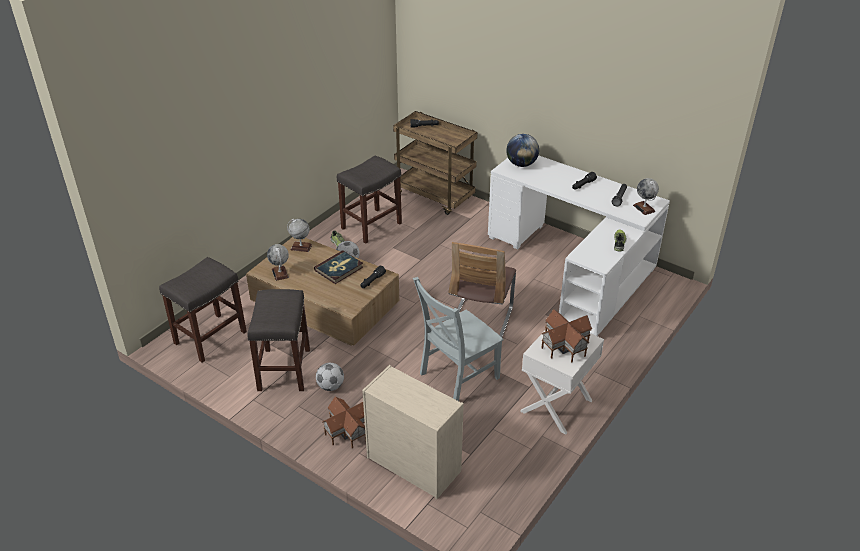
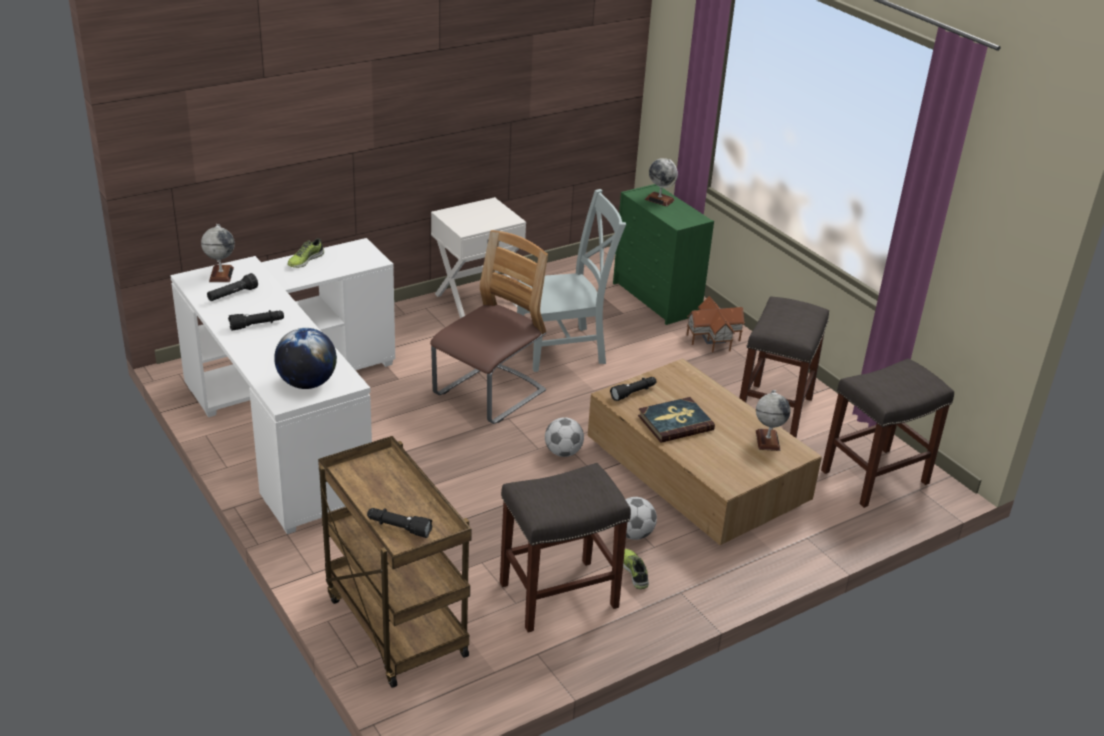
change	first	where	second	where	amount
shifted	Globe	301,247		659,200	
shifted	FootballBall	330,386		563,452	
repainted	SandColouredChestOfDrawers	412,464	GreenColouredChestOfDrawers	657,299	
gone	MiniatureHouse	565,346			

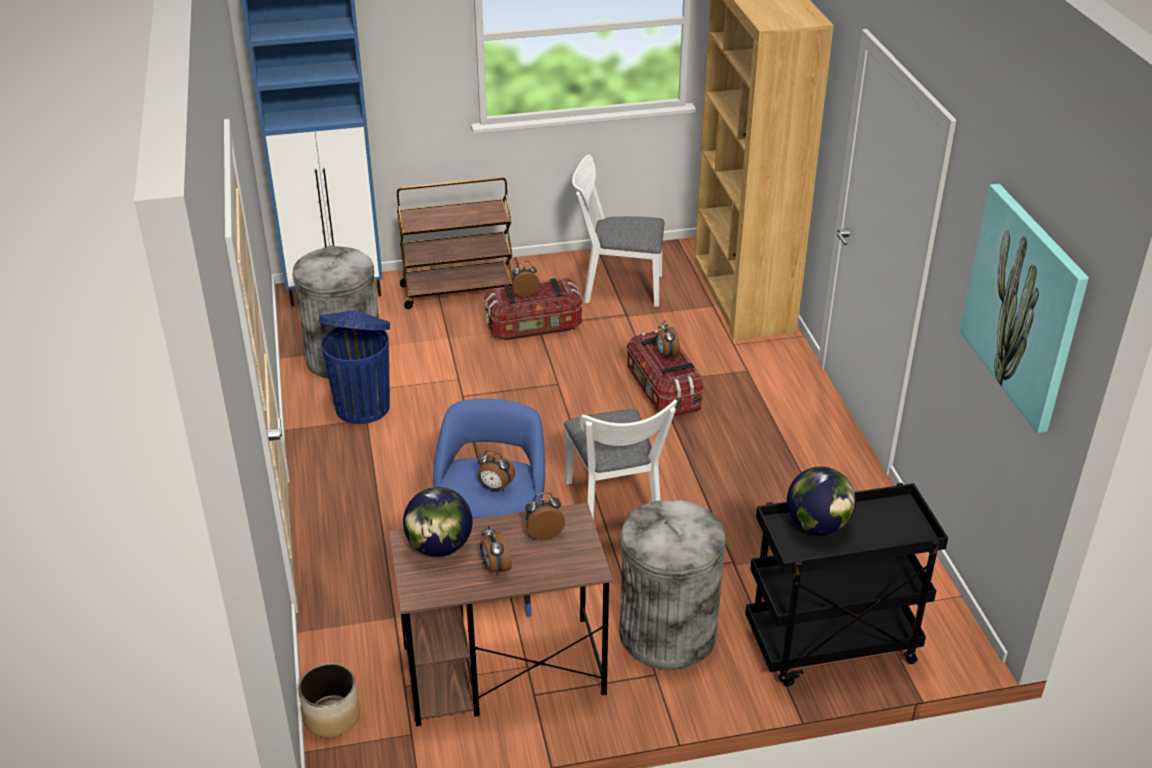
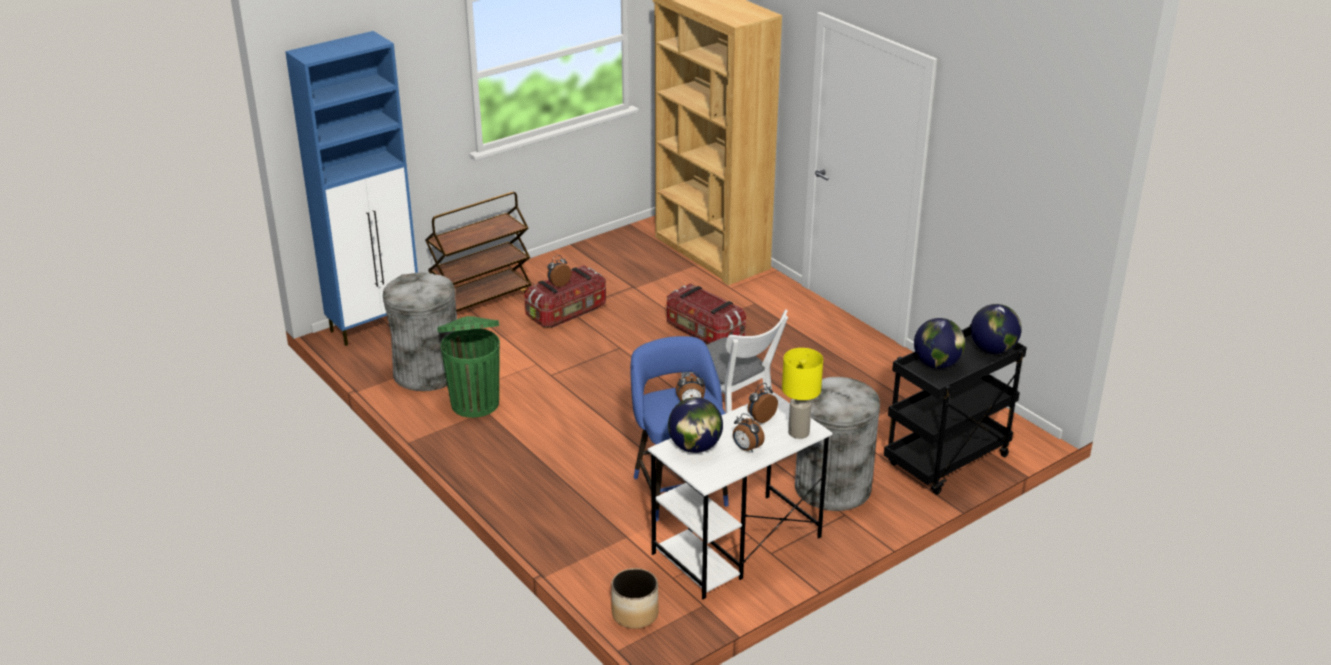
change	first	where	second	where	amount
repainted	BluishWasteBin	363,406	GreenColouredWasteBin	475,402	
repainted	BrownishDeskUnit	502,671	WhitishDeskUnit	736,546	
gone	WhitishUprightChair	616,287			
gone	TableClock	666,354			
gone	WallPicture	1024,306			
new			YellowLampForATable	798,432	
new			Globe	993,349	

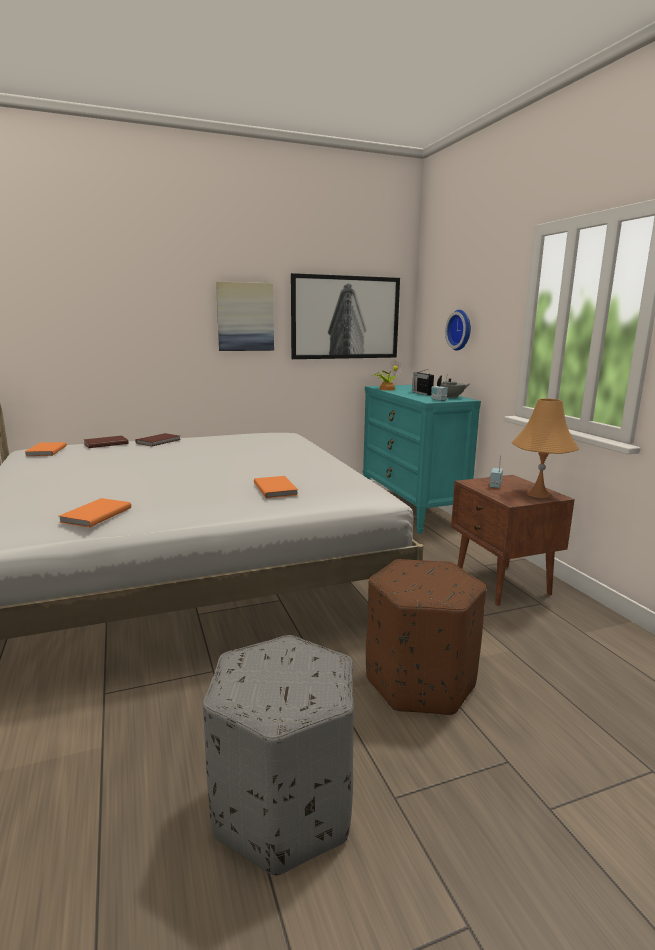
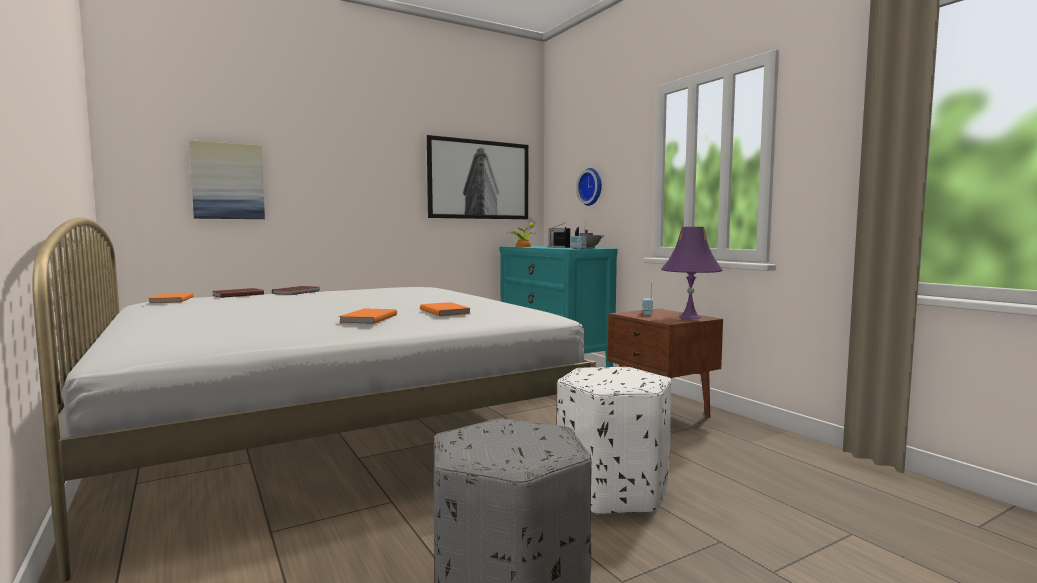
change	first	where	second	where	amount
shifted	OrangeVolume	94,515		367,319	
shifted	WallPicture	245,317		228,181	
repainted	BrownishOttoman	421,682	WhitishOttoman	613,490	
repainted	OrangeLampForATable	538,494	PurpleLampForATable	690,317	

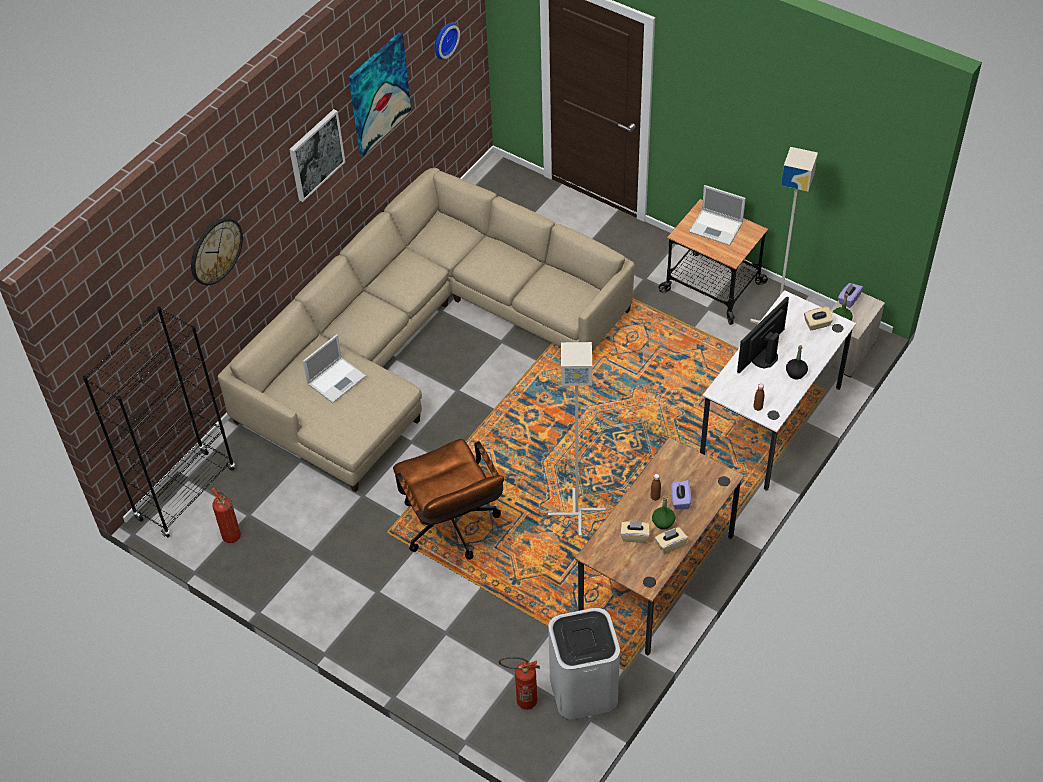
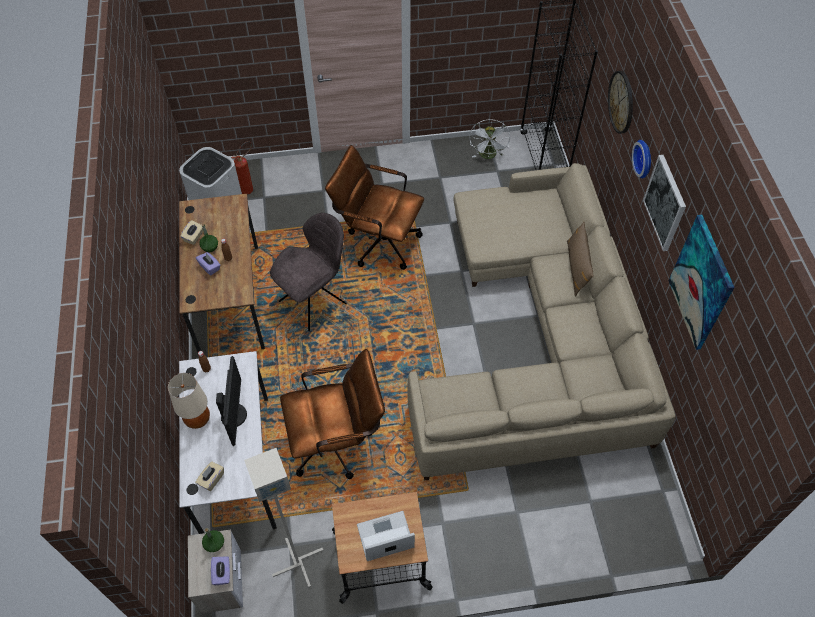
change	first	where	second	where	amount
swapped	Extinguisher	234,538	WhitishFan	488,156	
gone	NotebookComputer	337,379			
shifted	HangingClock	444,39		644,158	
swapped	GreyStandardLamp	576,513	GreyUprightChair	315,301	
gone	SandColouredBoxOfTissues	634,536			
swapped	BlackishBeverageBottle	795,373	SandColouredLampForATable	198,419	
new			BrownishComputerChair	337,442	
new			BrownishPillow	577,268	

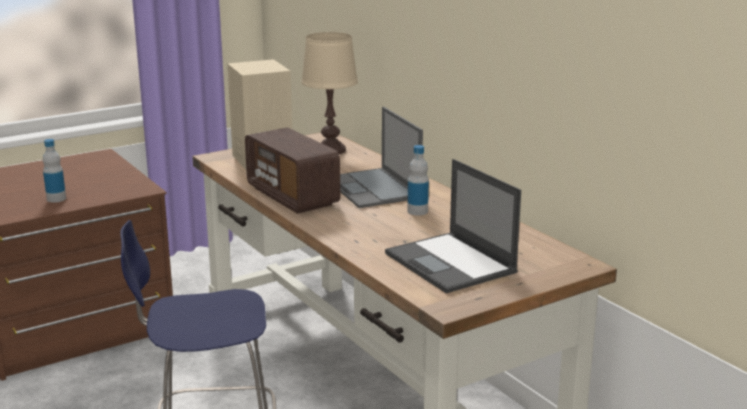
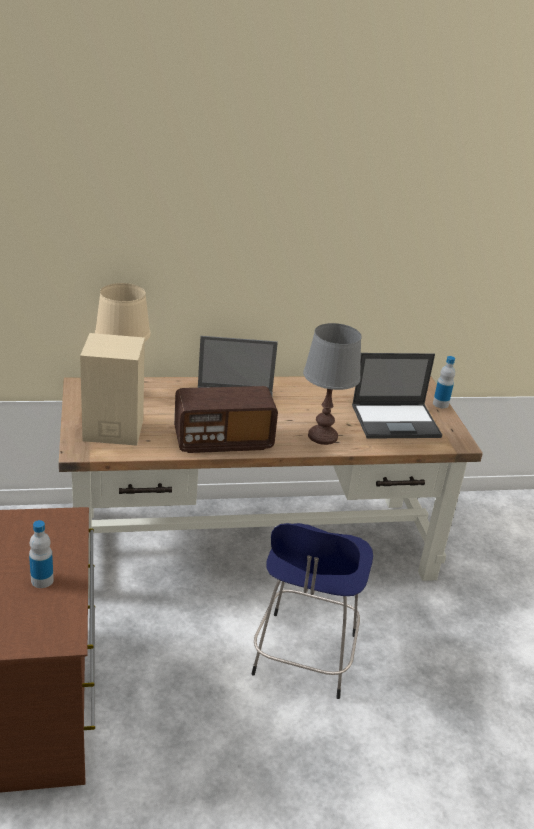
change	first	where	second	where	amount
shifted	BeverageBottle	417,211		440,404	
new			GreyLampForATable	322,436	

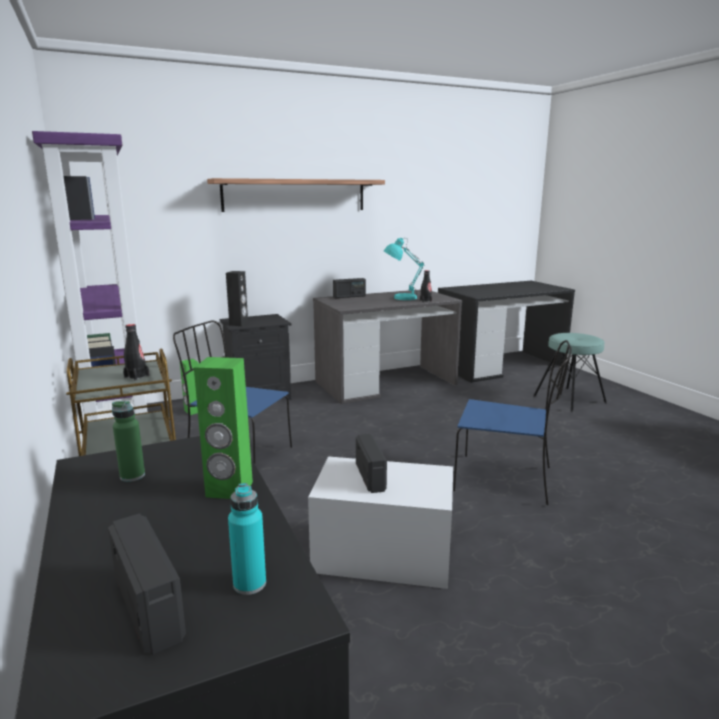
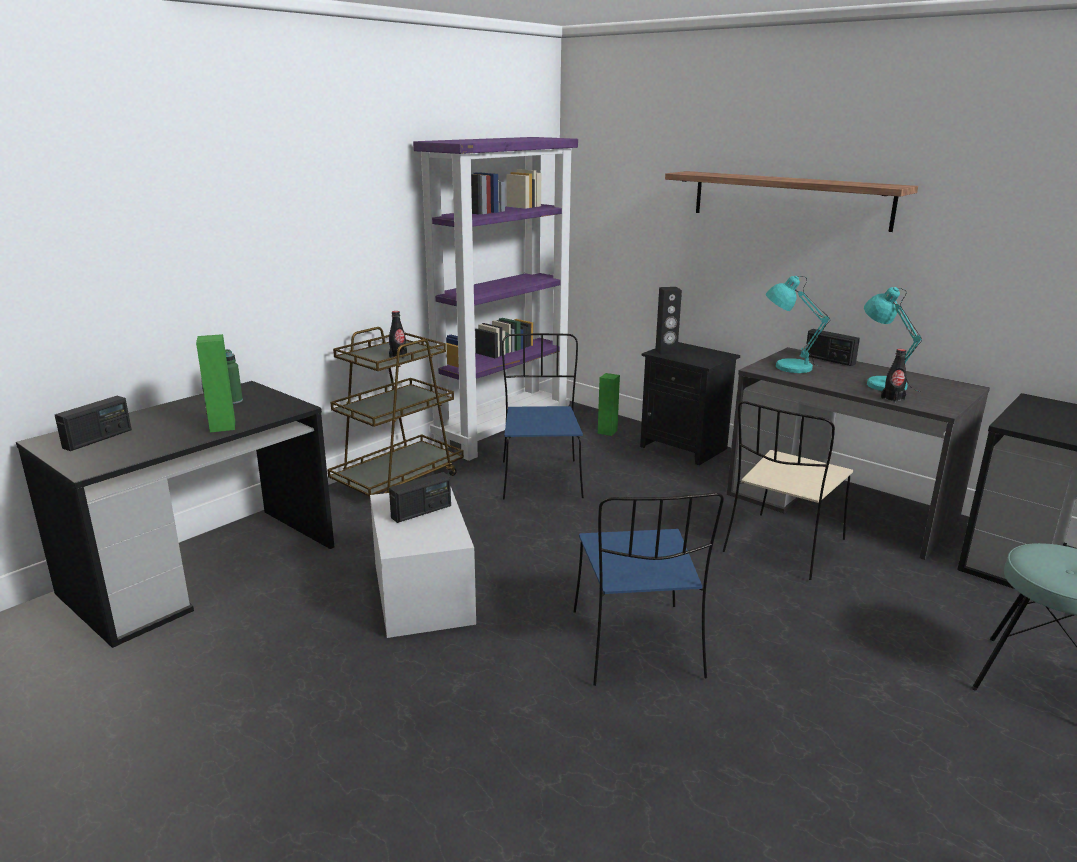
change	first	where	second	where	amount
gone	BlueGreenBeverageBottle	249,584			
new			SandColouredUprightChair	783,547	
new			BlueGreenLampForATable	788,367	

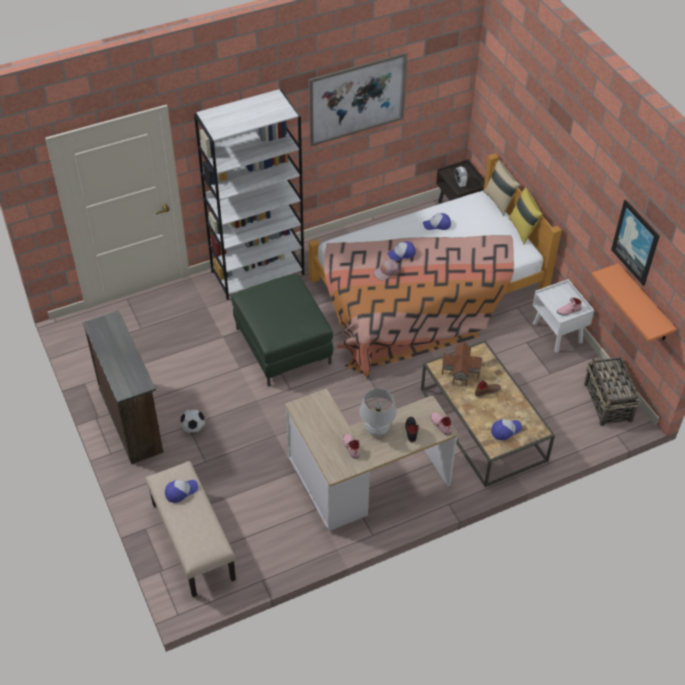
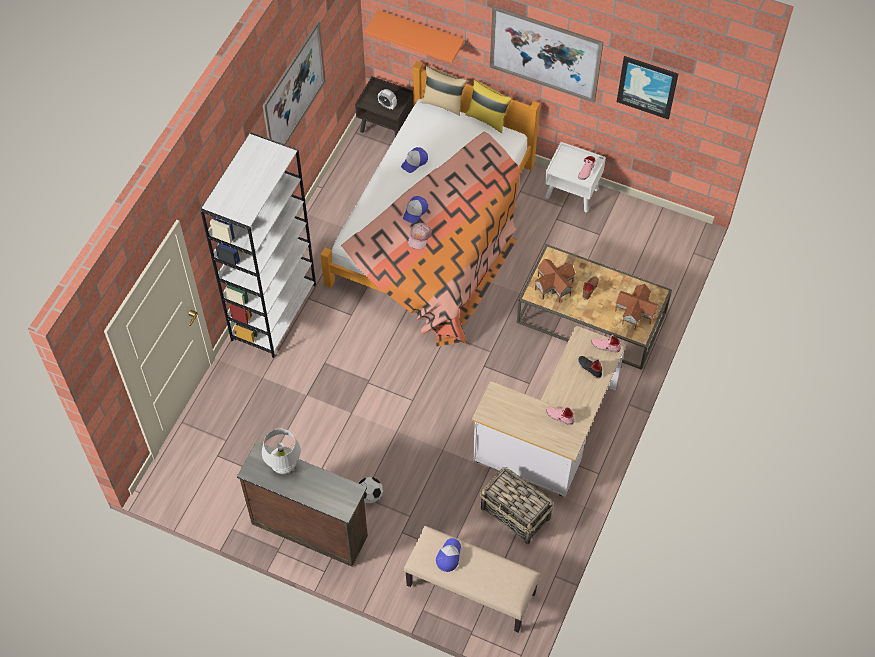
change	first	where	second	where	amount
gone	GreenColouredOttoman	283,346			
shifted	WhitishLampForATable	376,430		283,465	
swapped	Cap	505,430	MiniatureHouse	634,312	
shifted	Basket	608,403		515,514	
shifted	OrangeWallShelf	644,304		421,33	
new			WallPicture	545,54	

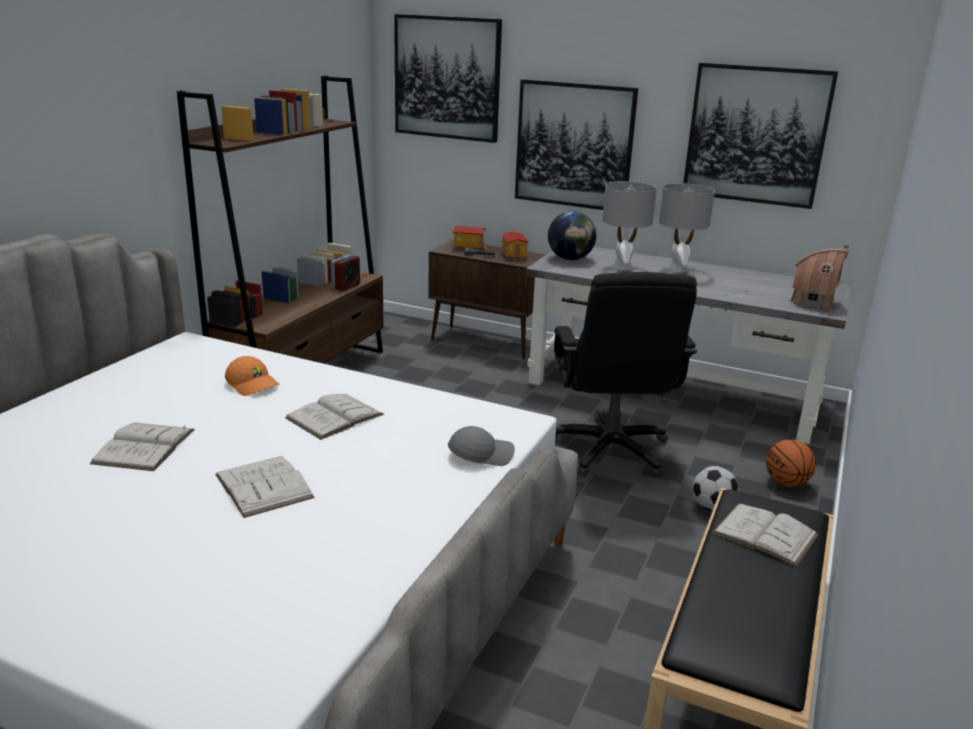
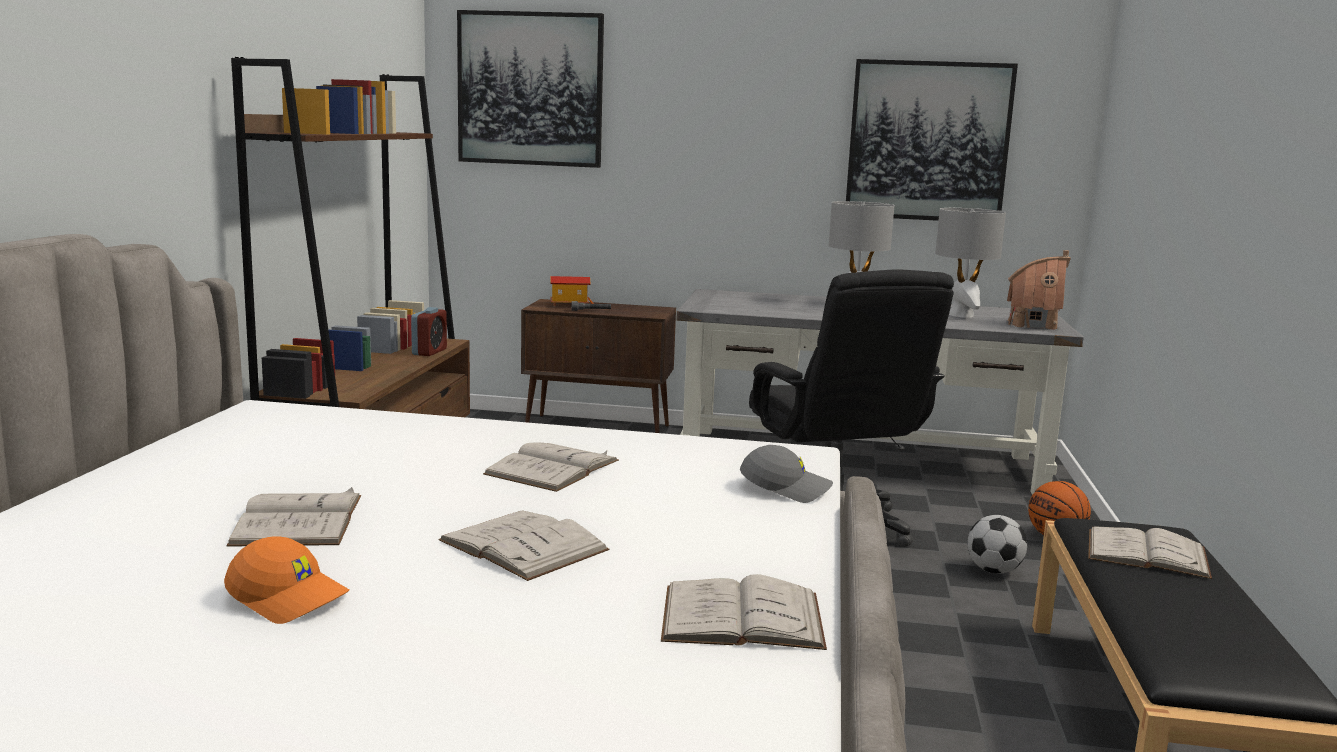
change	first	where	second	where	amount
shifted	OrangeCap	253,384		290,597	
rotated	GreyCap	481,454		786,488	45 degrees clockwise
gone	MiniatureHouse	514,256			
gone	WallPicture	574,145			
gone	Globe	570,259			
shifted	GreyLampForATable	622,267		961,315	
new			WhitishVolume	742,617	

